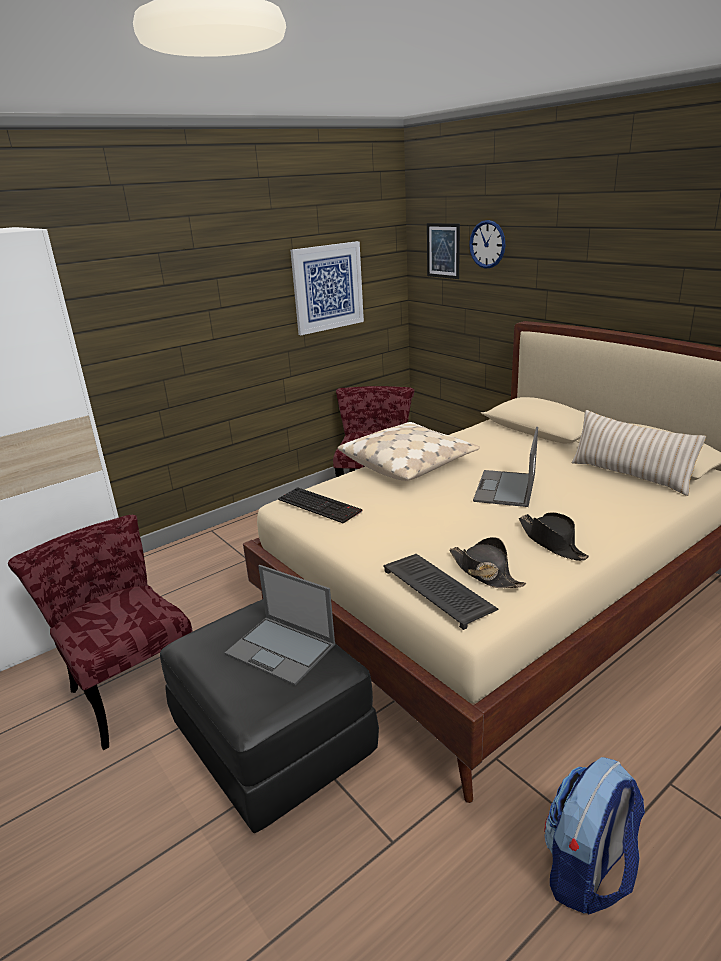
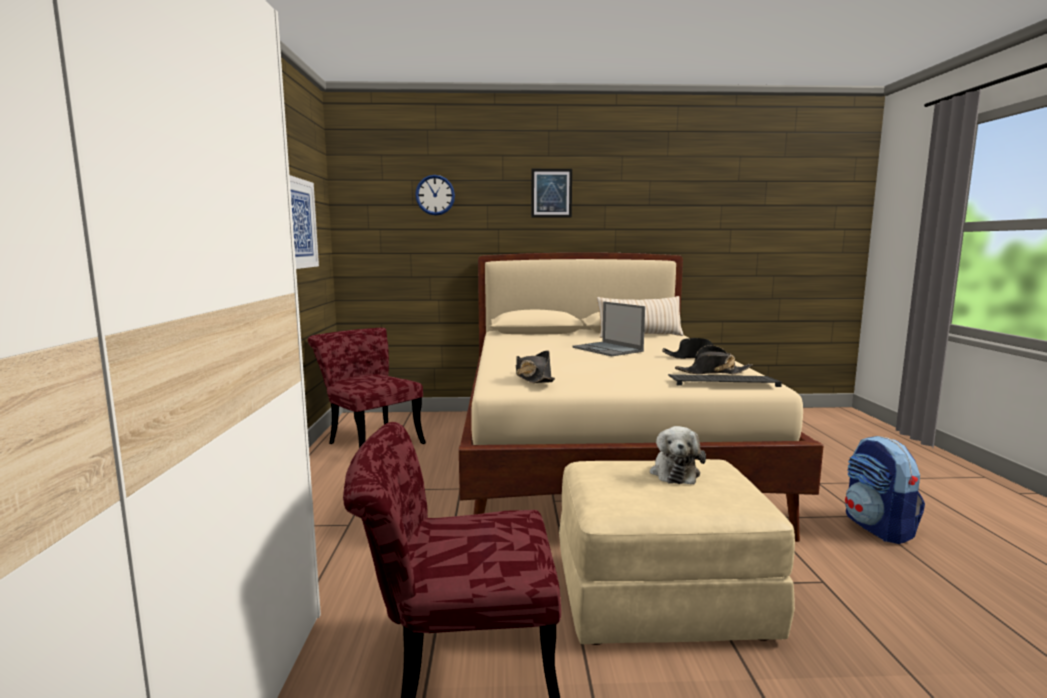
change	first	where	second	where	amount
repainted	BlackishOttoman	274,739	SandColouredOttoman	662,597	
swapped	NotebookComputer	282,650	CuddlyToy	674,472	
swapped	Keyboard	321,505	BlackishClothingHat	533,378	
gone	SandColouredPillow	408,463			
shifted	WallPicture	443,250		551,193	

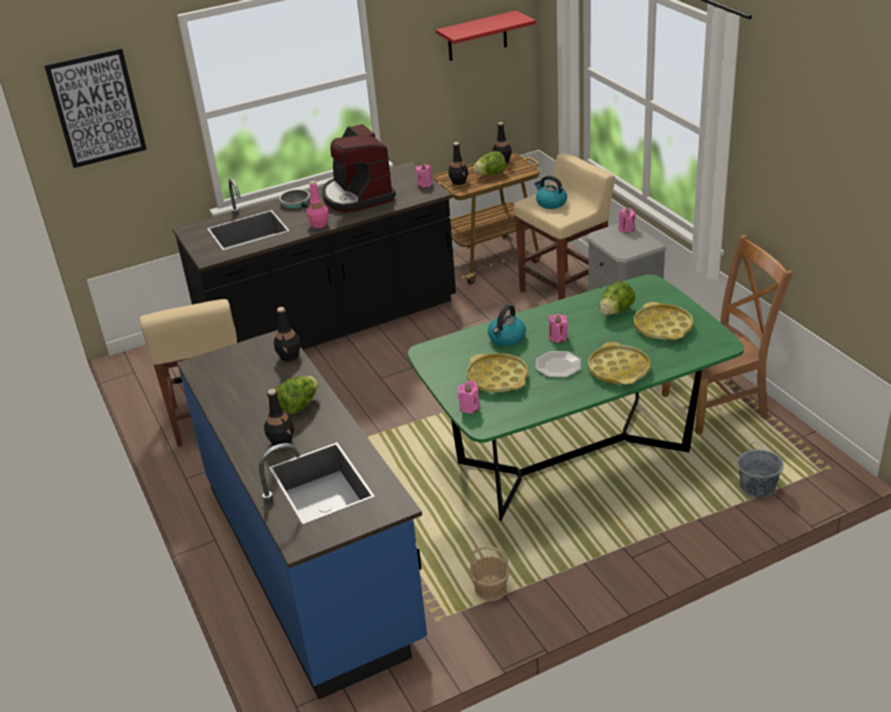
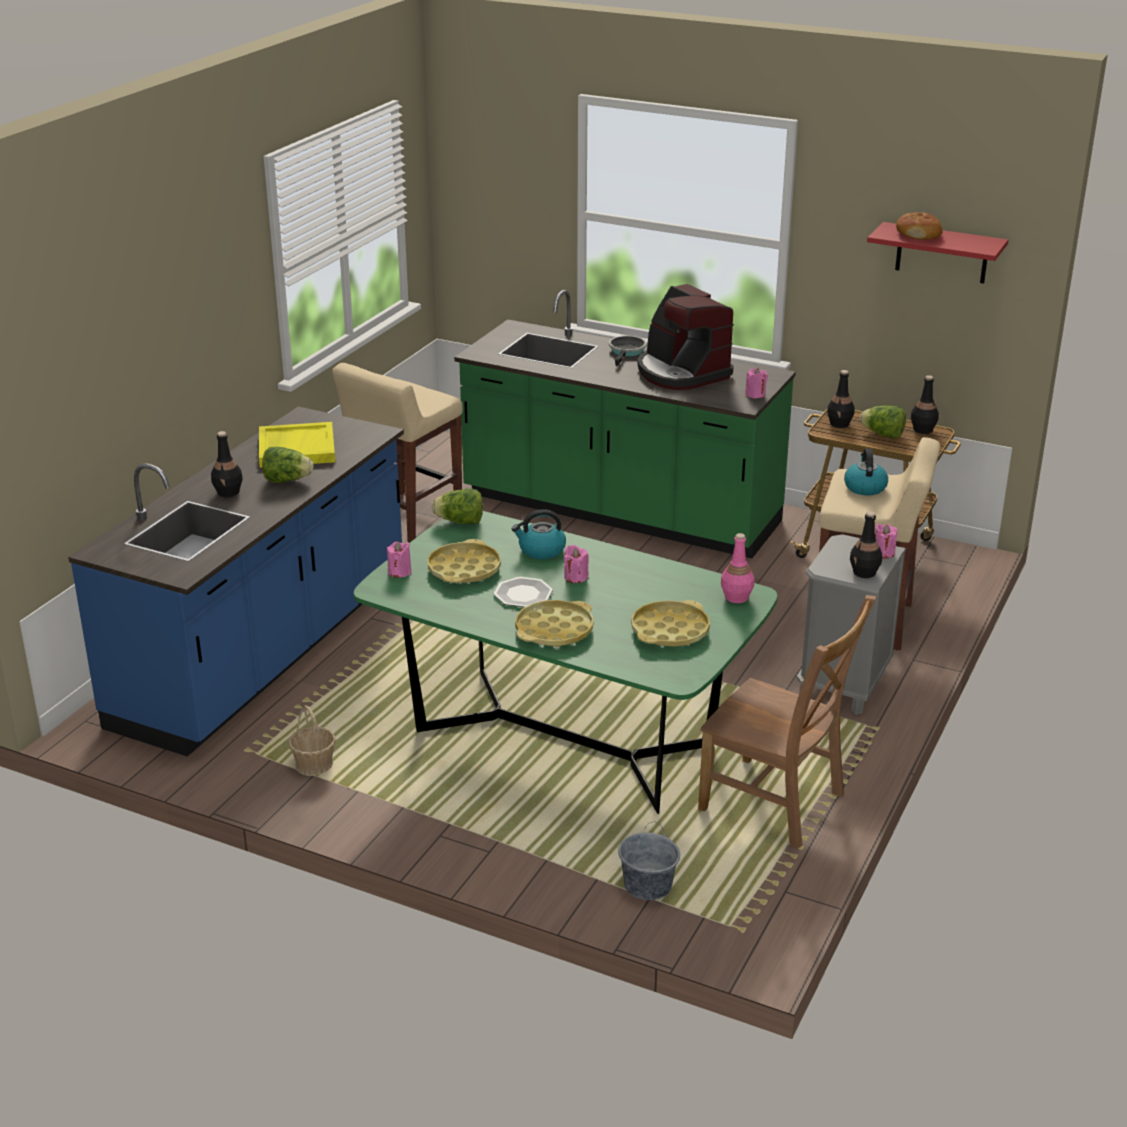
change	first	where	second	where	amount
gone	WallPicture	96,108			
repainted	BlackishKitchenBaseUnit	330,325	GreenColouredKitchenBaseUnit	620,511	
shifted	BlackishBeverageBottle	289,356		864,573	
shifted	PinkishBeverageBottle	319,224		736,597	
rotated	CoffeeBrewer	357,196		681,372	60 degrees counterclockwise
shifted	LettuceHead	615,312		460,522	
new			YellowCarryingTray	296,448	
new			BakeryBread	918,234	

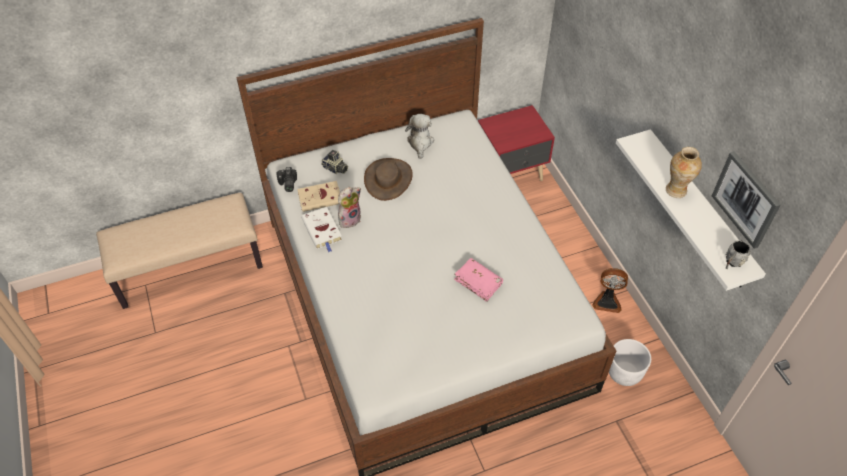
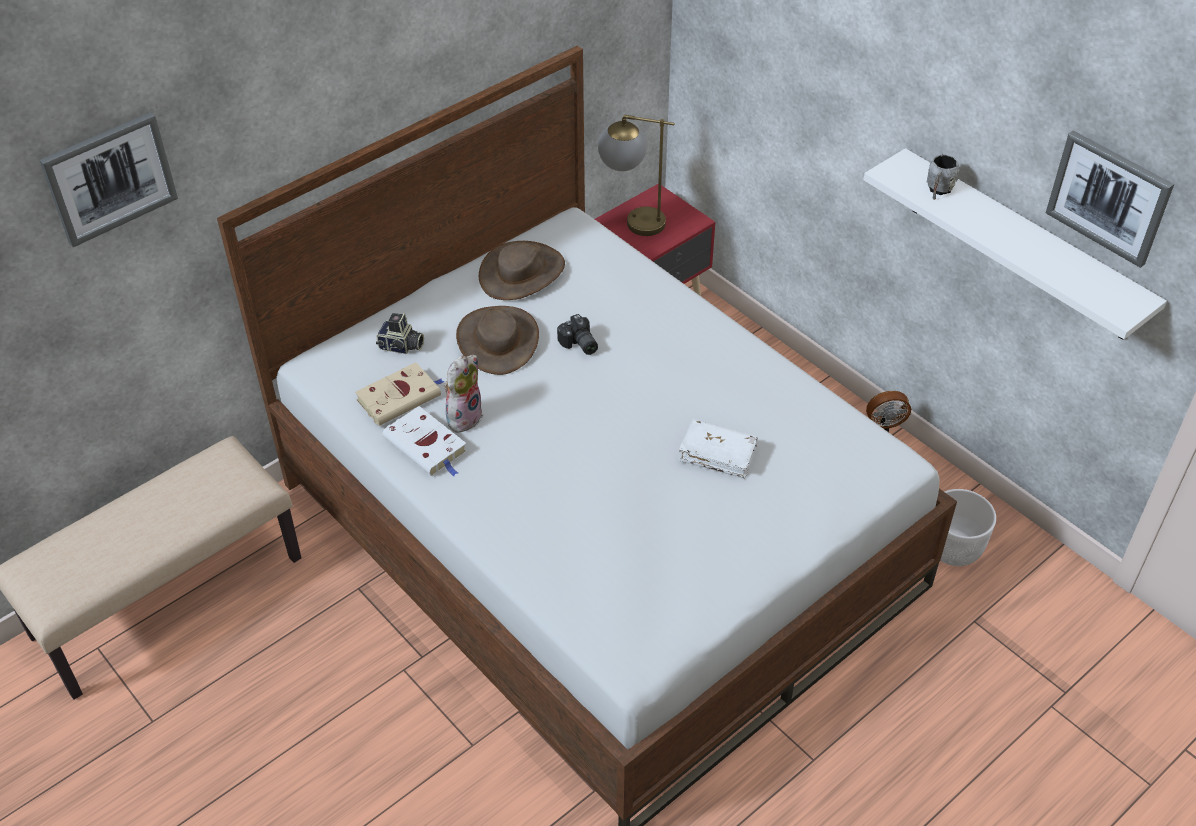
change	first	where	second	where	amount
shifted	StillCamera	287,184		578,345	
swapped	CuddlyToy	420,142	BrownishClothingHat	522,273	
repainted	PinkishVolume	478,282	WhitishVolume	718,454	
gone	Vase	676,191			
shifted	GreyTeaMug	732,262		938,190	
new			WallPicture	109,178	
new			LampForATable	631,221	

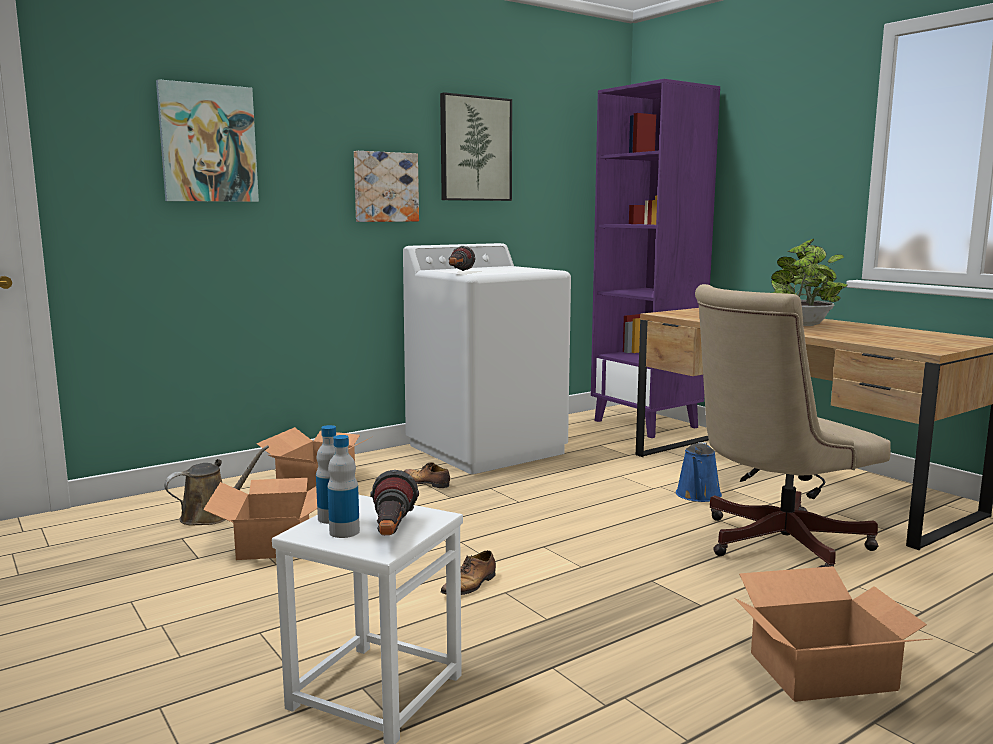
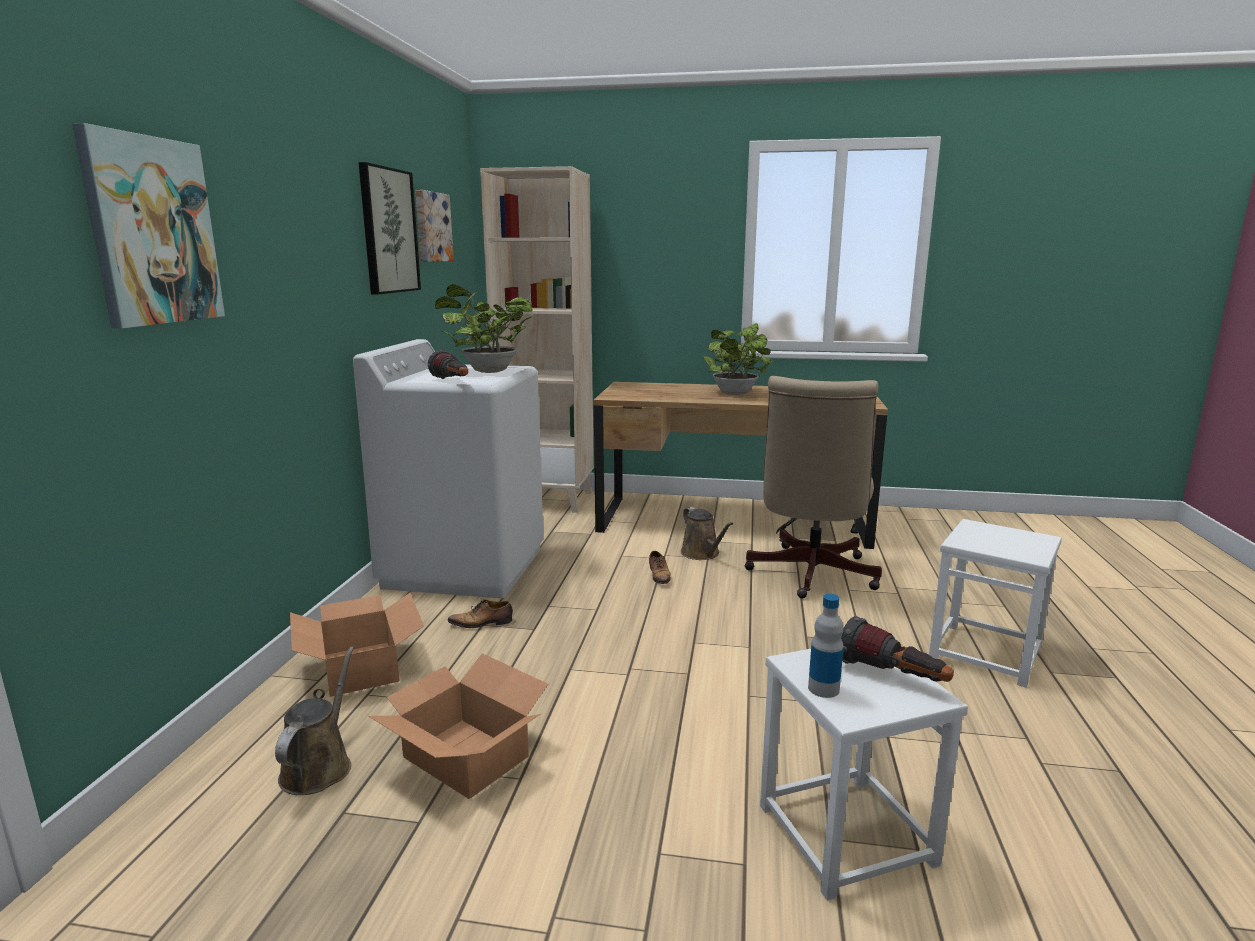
change	first	where	second	where	amount
gone	BeverageBottle	344,532			
shifted	WallPicture	385,187		431,227	
shifted	LowShoe	470,585		659,576	
repainted	PurpleBookshelf	646,424	SandColouredBookshelf	548,500	
repainted	BluishWateringCan	698,496	BrownishWateringCan	702,554	
swapped	PackingBox	824,672	WhitishStoolSeat	985,653	
new			PottedPlant	486,371	

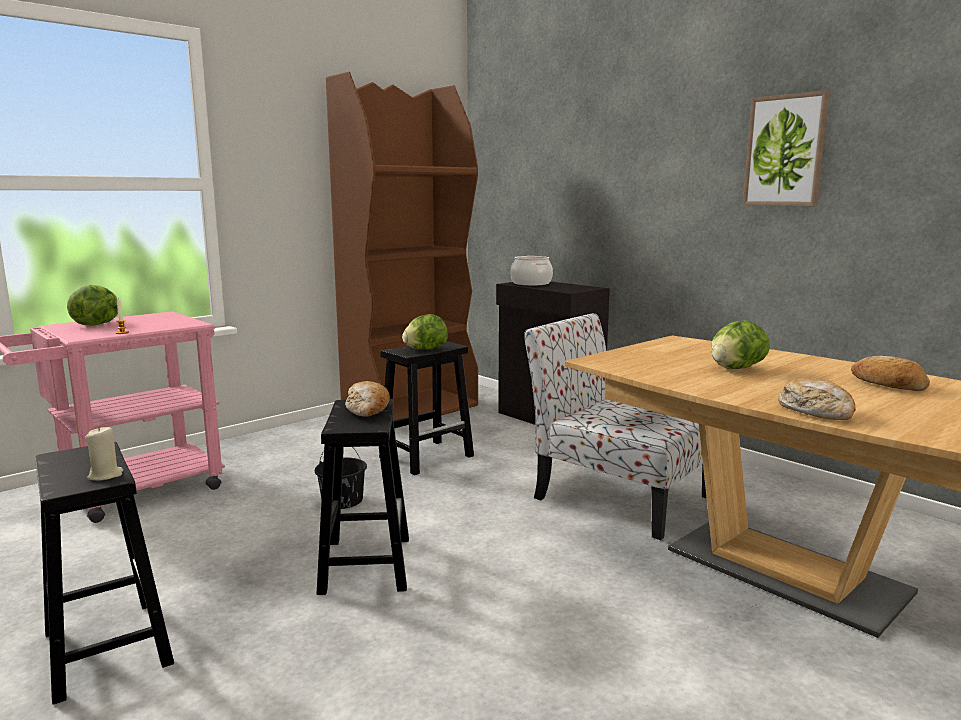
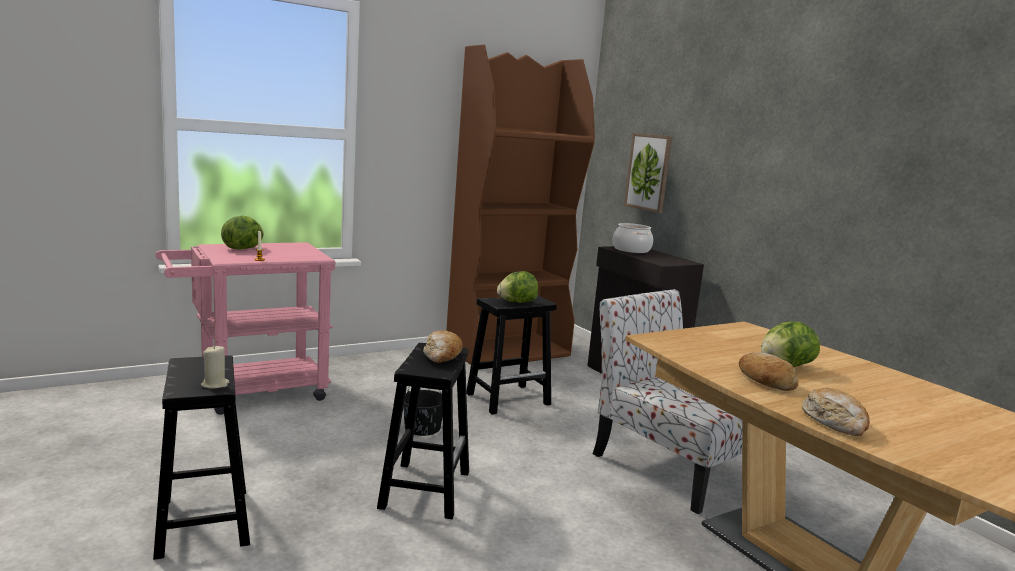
change	first	where	second	where	amount
shifted	WallPicture	785,151		648,172	
shifted	BakeryBread	887,385		764,380	

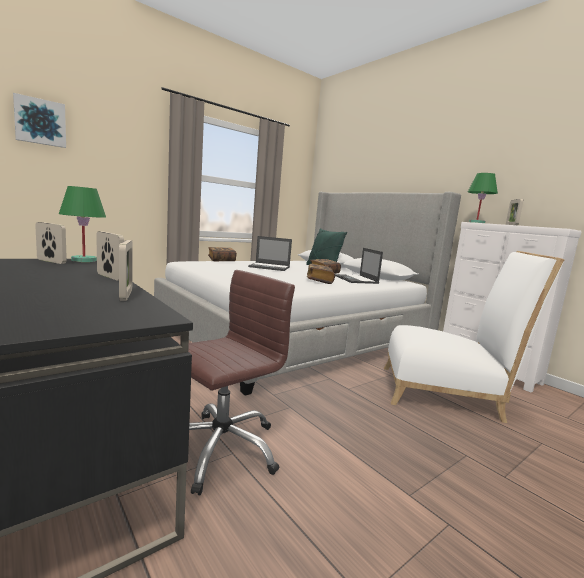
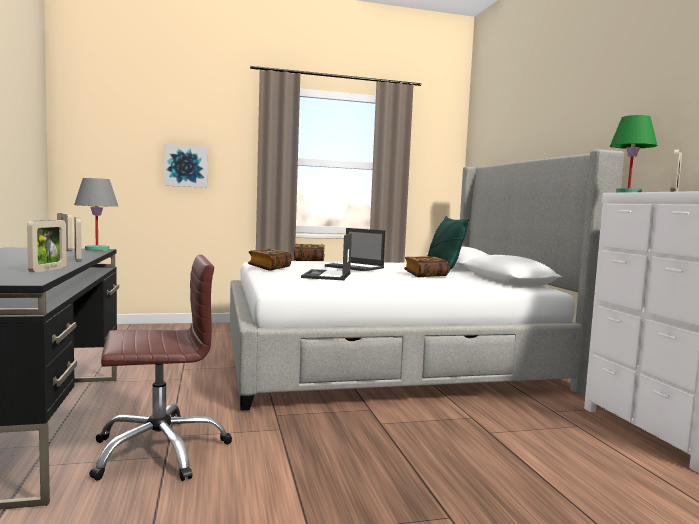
change	first	where	second	where	amount
shifted	WallPicture	40,122		186,166	
repainted	GreenColouredLampForATable	83,260	GreyLampForATable	97,249	
shifted	Volume	319,281		269,268	
shifted	NotebookComputer	356,279		327,275	
gone	WhitishUprightChair	446,393			

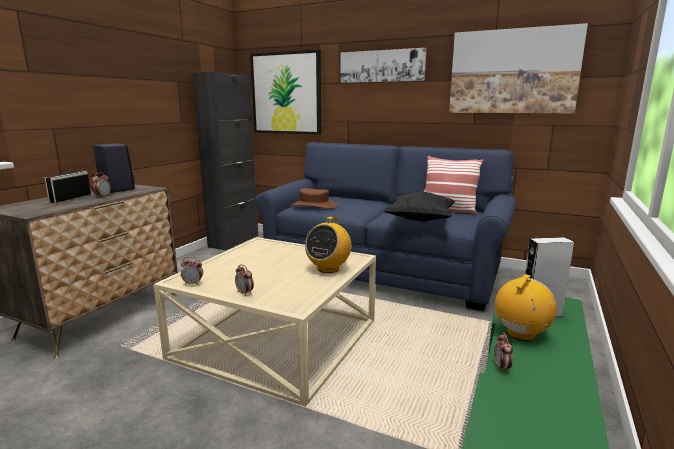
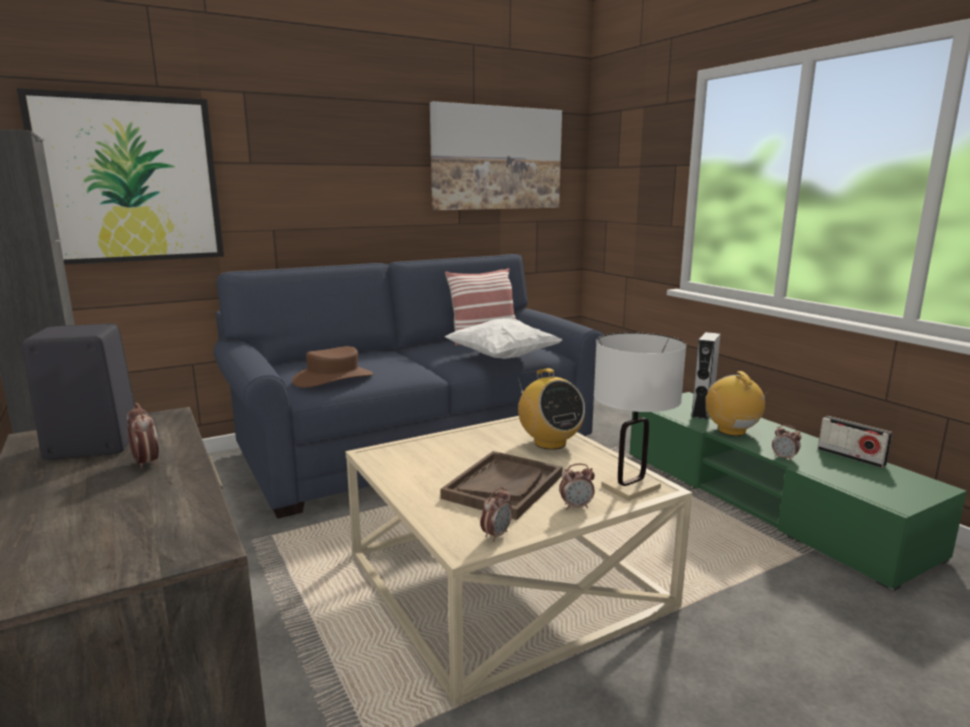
change	first	where	second	where	amount
shifted	RadioReceiver	70,198		851,457	
gone	WallPicture	382,66			
repainted	BlackishPillow	420,220	WhitishPillow	502,358	
new			BrownishCarryingTray	503,486	
new			WhitishLampForATable	630,487	

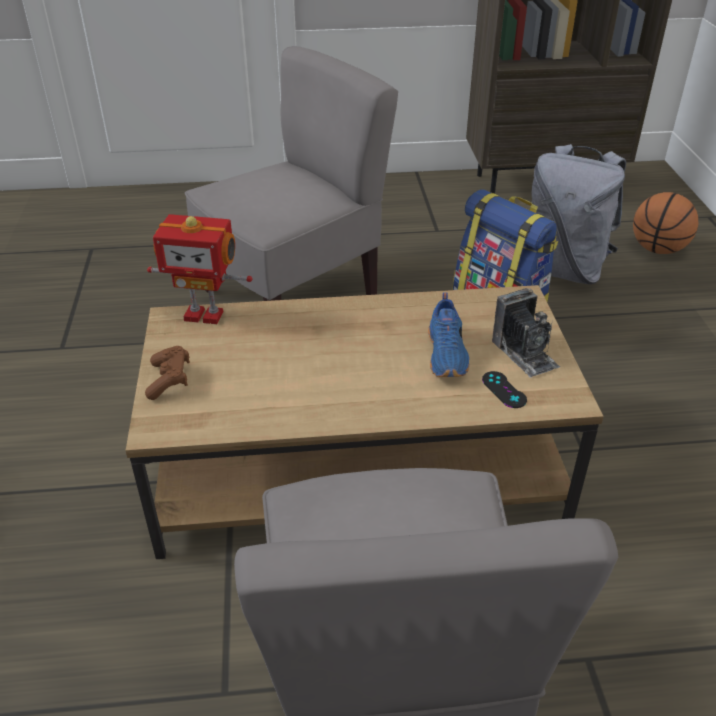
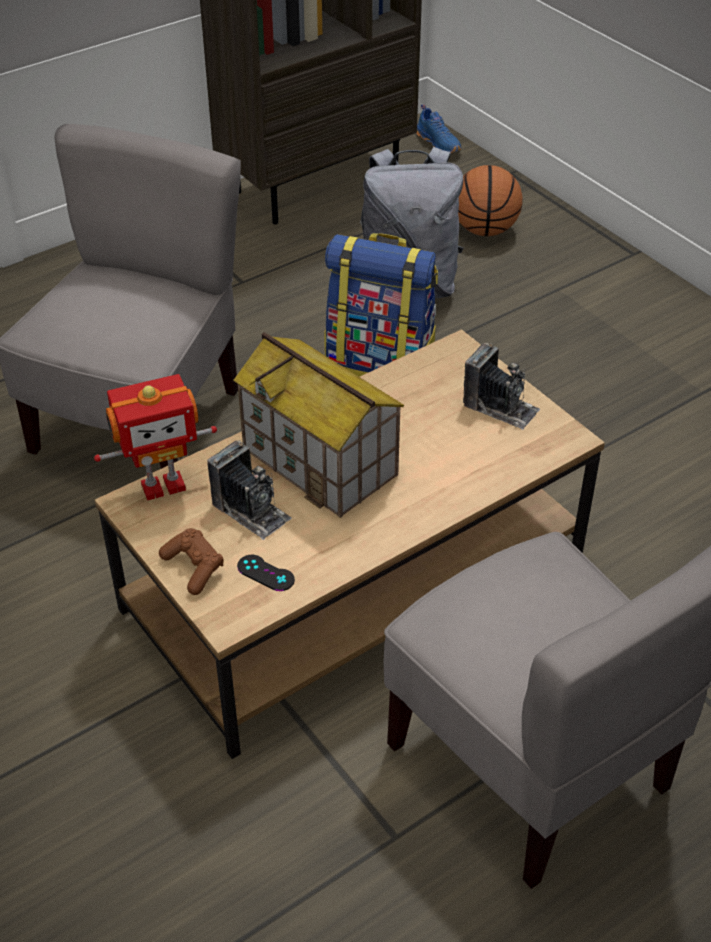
change	first	where	second	where	amount
shifted	BluishLowShoe	447,354		439,143	
shifted	BlackishGamepad	504,390		265,573	
new			StillCamera	251,510	
new			MiniatureHouse	321,462	

